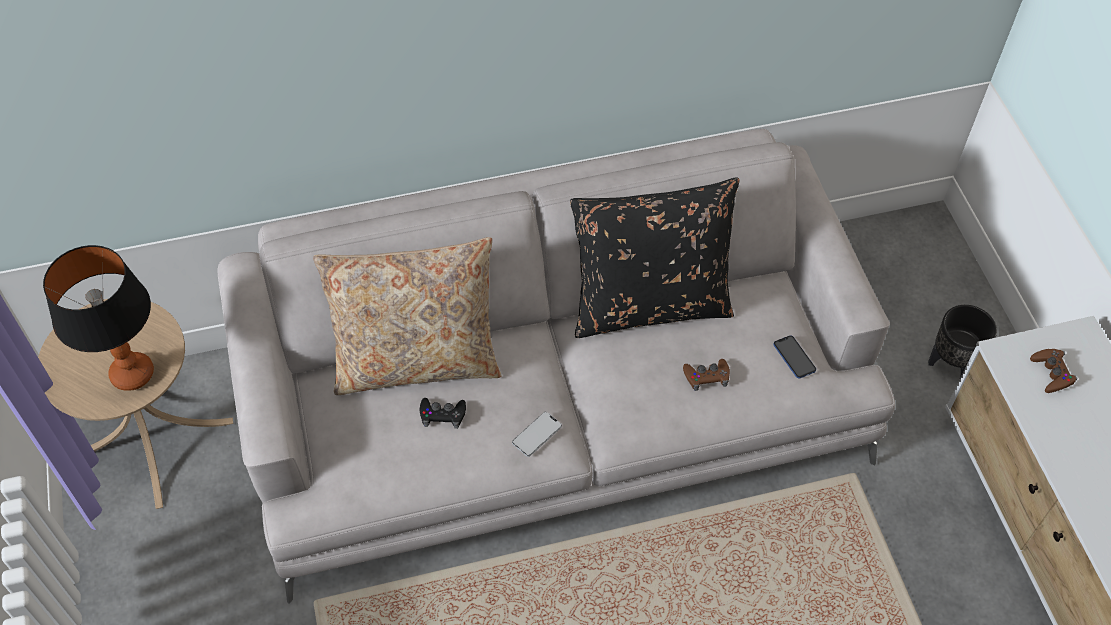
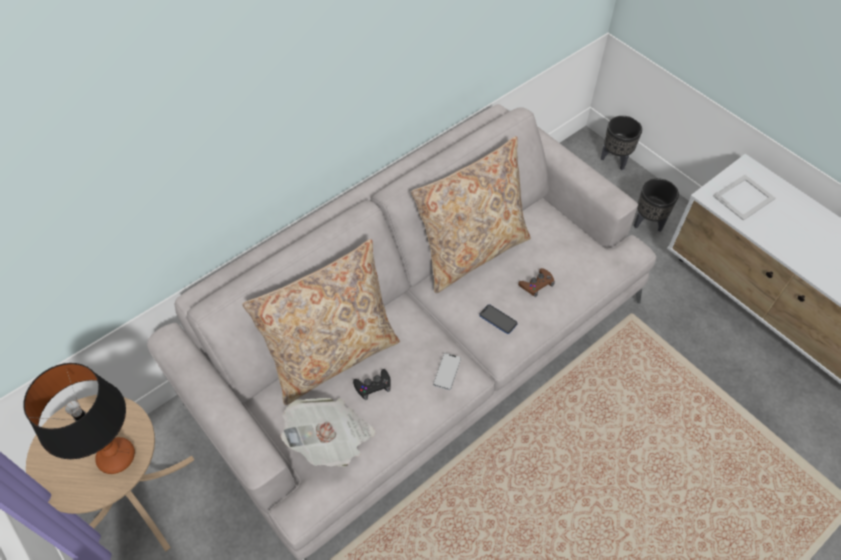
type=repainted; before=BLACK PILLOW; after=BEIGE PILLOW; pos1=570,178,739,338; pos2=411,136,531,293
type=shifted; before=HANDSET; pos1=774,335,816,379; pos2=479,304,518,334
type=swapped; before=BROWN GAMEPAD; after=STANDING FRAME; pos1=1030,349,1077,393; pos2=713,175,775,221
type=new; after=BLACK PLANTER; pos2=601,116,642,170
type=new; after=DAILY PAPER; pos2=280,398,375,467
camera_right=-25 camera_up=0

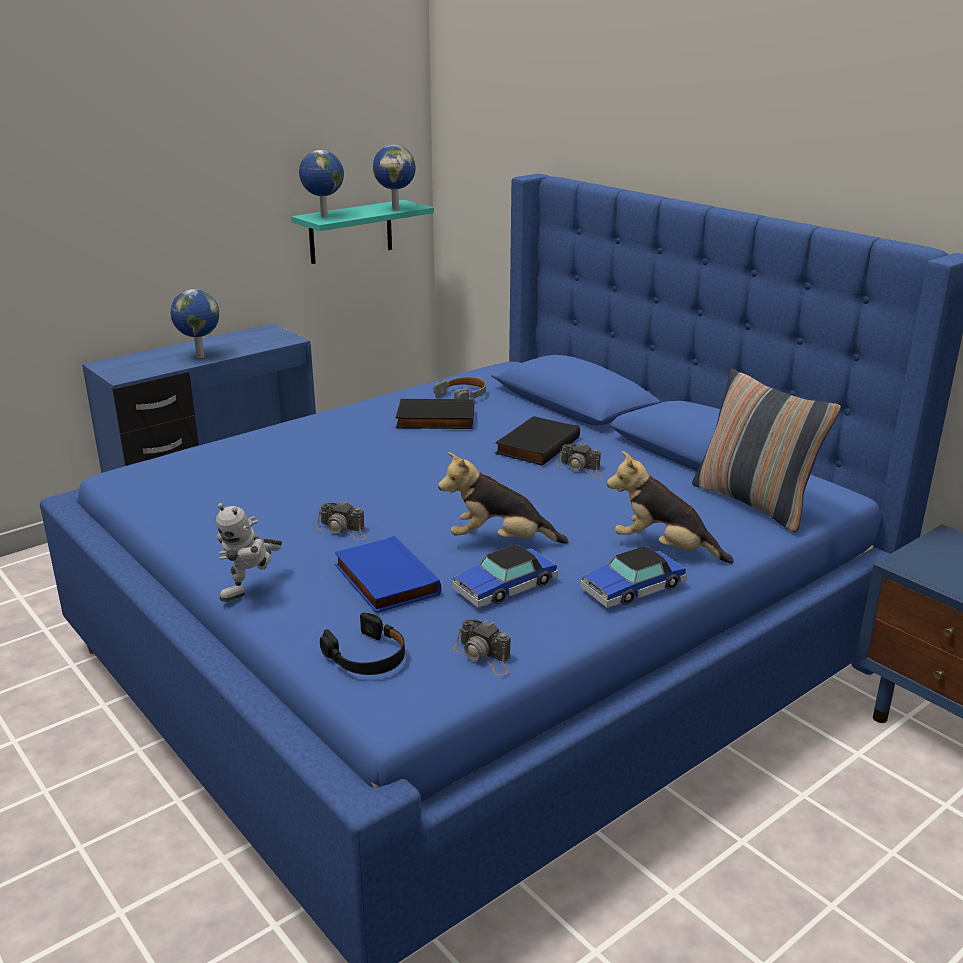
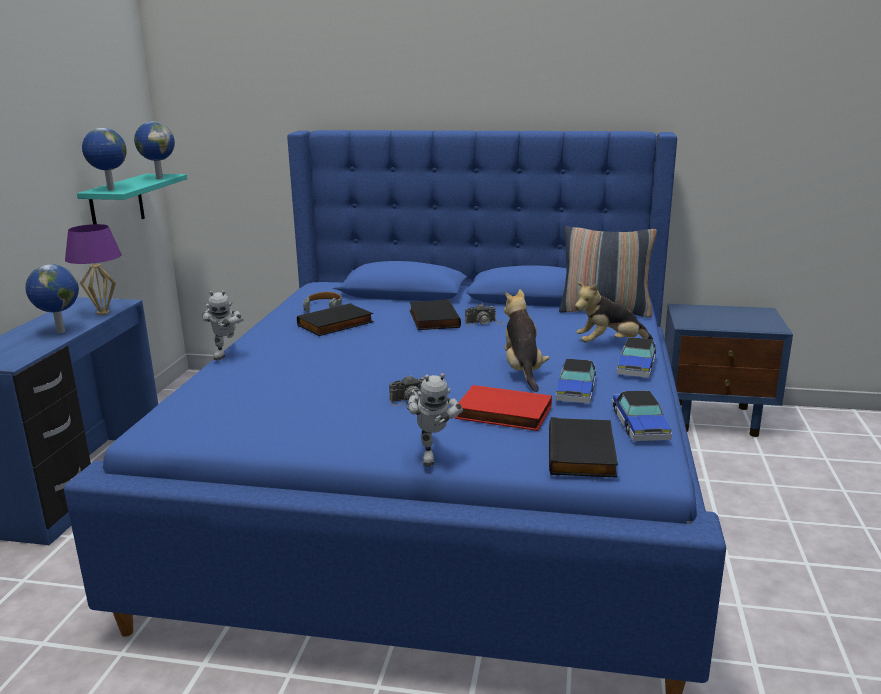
type=rotated; before=CUDDLY TOY; pos1=438,452,568,544; pos2=504,289,549,392; turn=120
type=repainted; before=BLUE-COLOURED BOUND BOOK; after=REDDISH BOUND BOOK; pos1=335,536,441,613; pos2=455,385,552,431
type=swapped; before=BLACK PAIR OF HEADPHONES; after=BLACK BOUND BOOK; pos1=320,613,405,675; pos2=549,417,618,478
type=swapped; before=STILL CAMERA; after=MODEL CAR; pos1=453,619,511,676; pos2=612,391,672,441
type=new; after=PURPLE-COLOURED TABLE LAMP; pos2=65,224,122,315
type=new; after=MODEL ROBOT; pos2=202,290,243,360
camera_right=-40 camera_up=-5

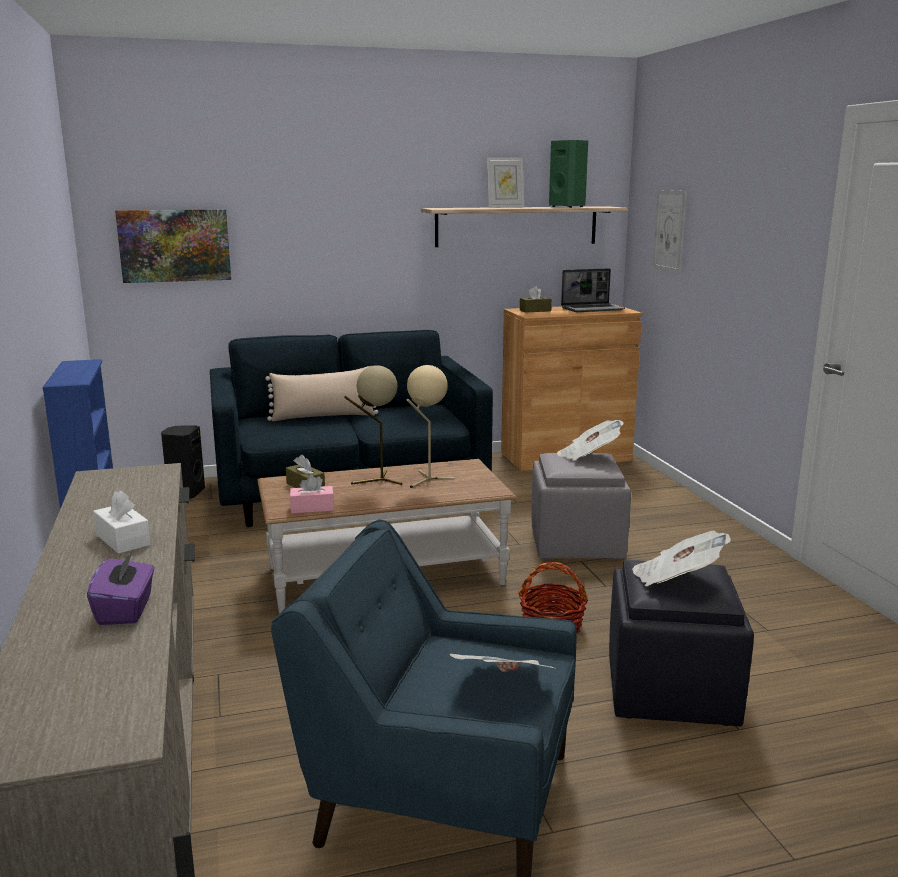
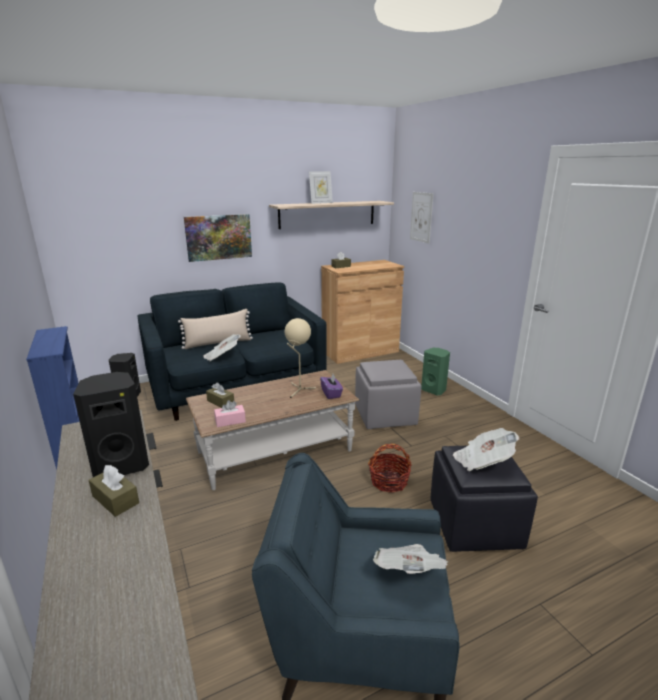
type=shifted; before=GREEN-COLOURED AUDIO SPEAKER; pos1=549,140,588,208; pos2=421,348,450,395
type=shifted; before=WALL PICTURE; pos1=115,209,231,283; pos2=184,214,252,262
type=gone; before=PORTABLE COMPUTER; pos1=561,268,625,312
type=gone; before=BEIGE TABLE LAMP; pos1=344,365,402,485
type=shifted; before=DAILY PAPER; pos1=557,420,624,460; pos2=203,334,241,361
type=repainted; before=WHITE BOX OF TISSUES; after=BROWN BOX OF TISSUES; pos1=93,490,151,554; pos2=89,465,139,517
type=shifted; before=PURPLE-COLOURED BOX OF TISSUES; pos1=87,550,155,625; pos2=320,374,343,399
type=new; after=BLACK AUDIO SPEAKER; pos2=73,372,149,477
camera_right=-10 camera_up=5

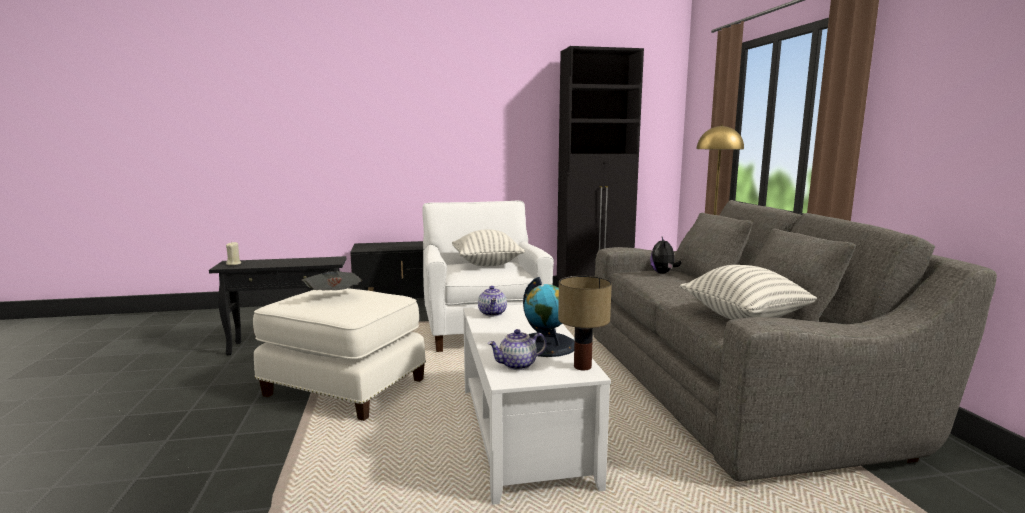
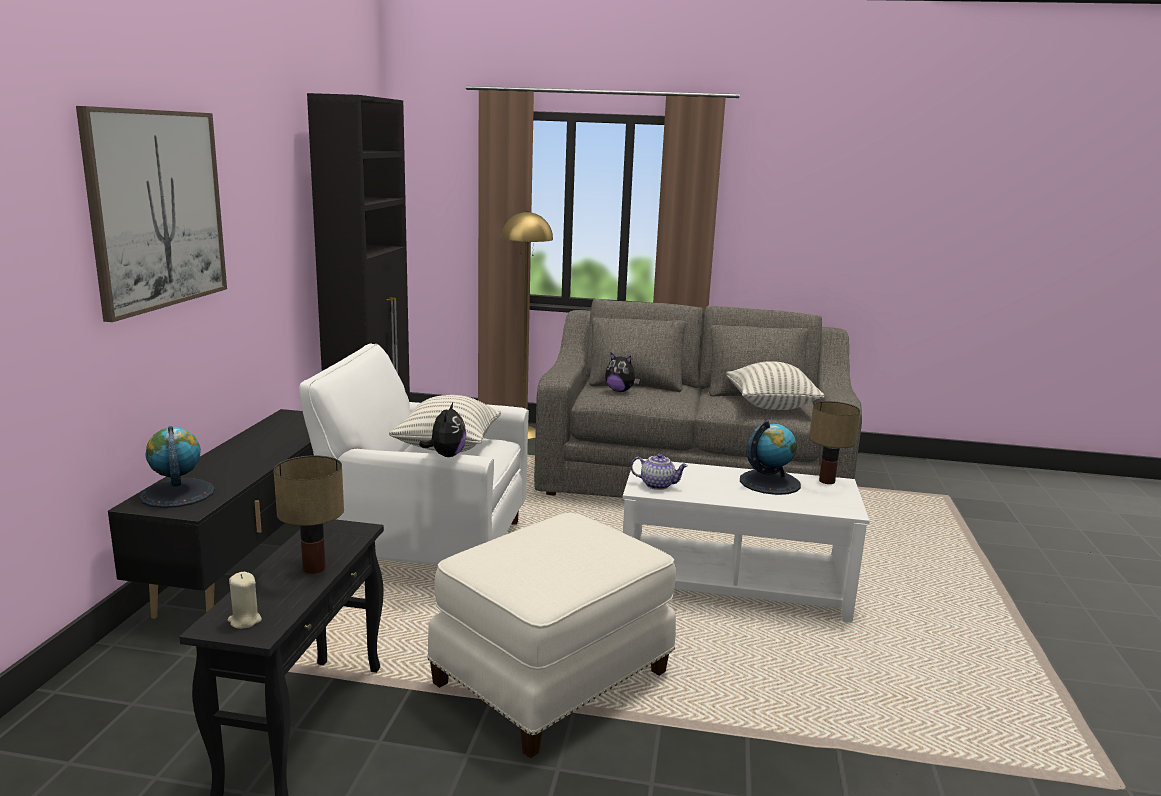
type=gone; before=DAILY PAPER; pos1=302,271,363,290
type=gone; before=TEAPOT; pos1=488,329,547,370
type=new; after=WALL PICTURE; pos2=76,106,227,322
type=new; after=CUDDLY TOY; pos2=419,403,466,457
type=new; after=WORLD GLOBE; pos2=139,426,215,508
type=new; after=TABLE LAMP; pos2=274,455,344,574
camera_right=-70 camera_up=5

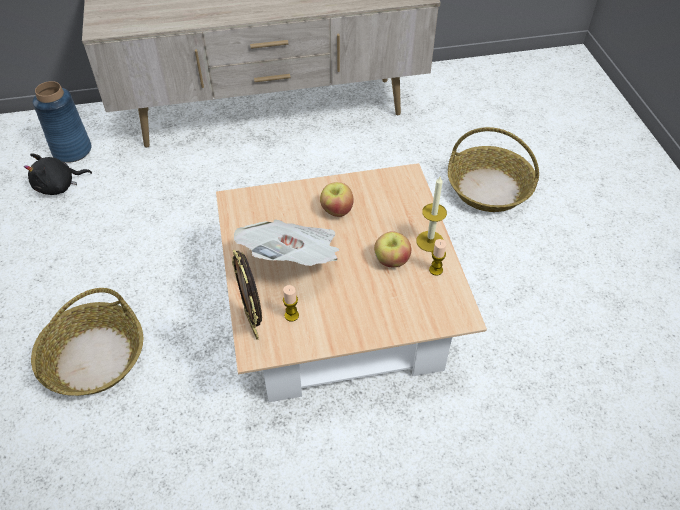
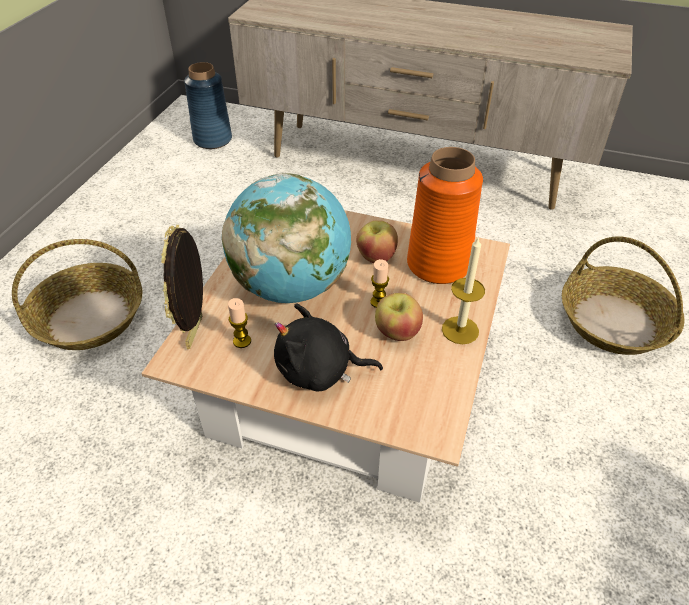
type=shifted; before=BLACK CUDDLY TOY; pos1=24,153,92,195; pos2=274,304,383,391
type=swapped; before=DAILY PAPER; after=WORLD GLOBE; pos1=234,219,339,266; pos2=222,173,351,303
type=shifted; before=WAX LIGHT; pos1=429,239,446,276; pos2=371,259,389,308
type=new; after=ORANGE-COLOURED FLOWER VASE; pos2=407,147,483,284
camera_right=30 camera_up=-5

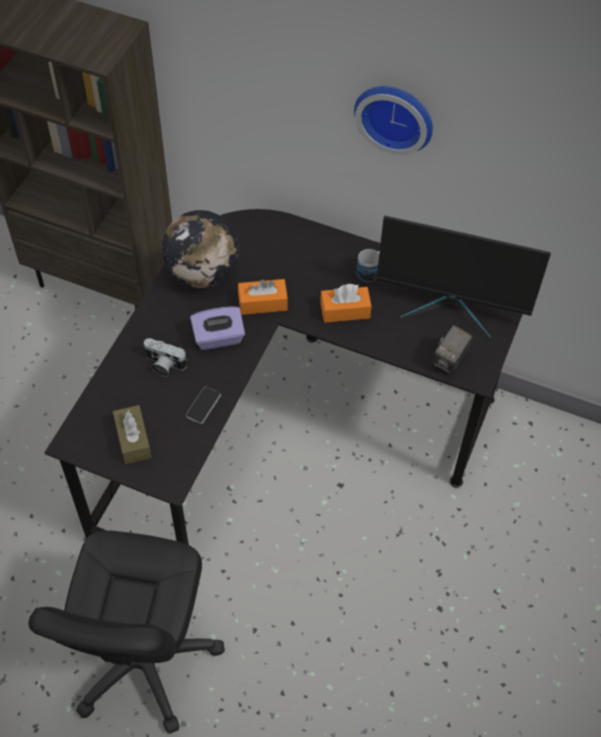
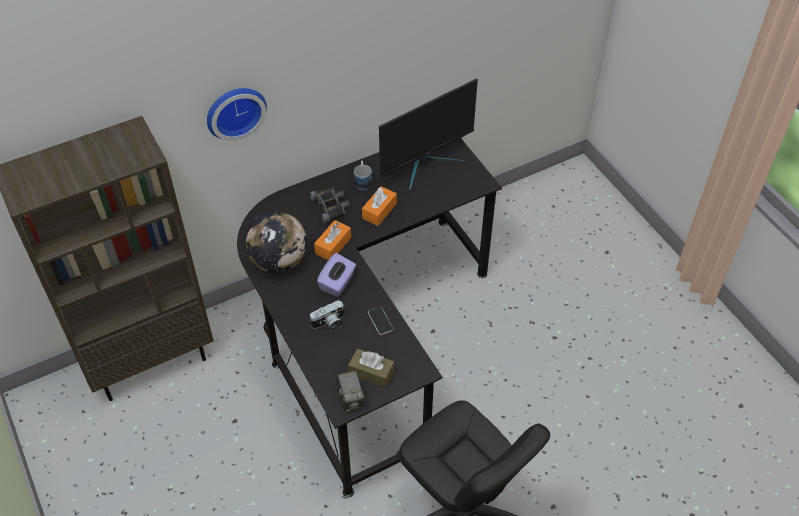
type=shifted; before=HANGING CLOCK; pos1=354,86,433,155; pos2=207,88,267,141
type=shifted; before=STILL CAMERA; pos1=433,325,472,374; pos2=335,371,364,412
type=new; after=BLACK BINOCULARS; pos2=309,187,350,224
camera_right=-50 camera_up=-5

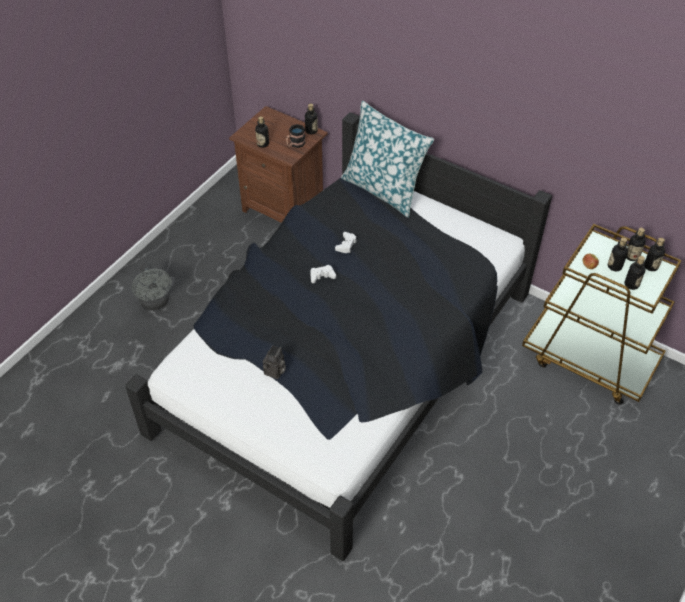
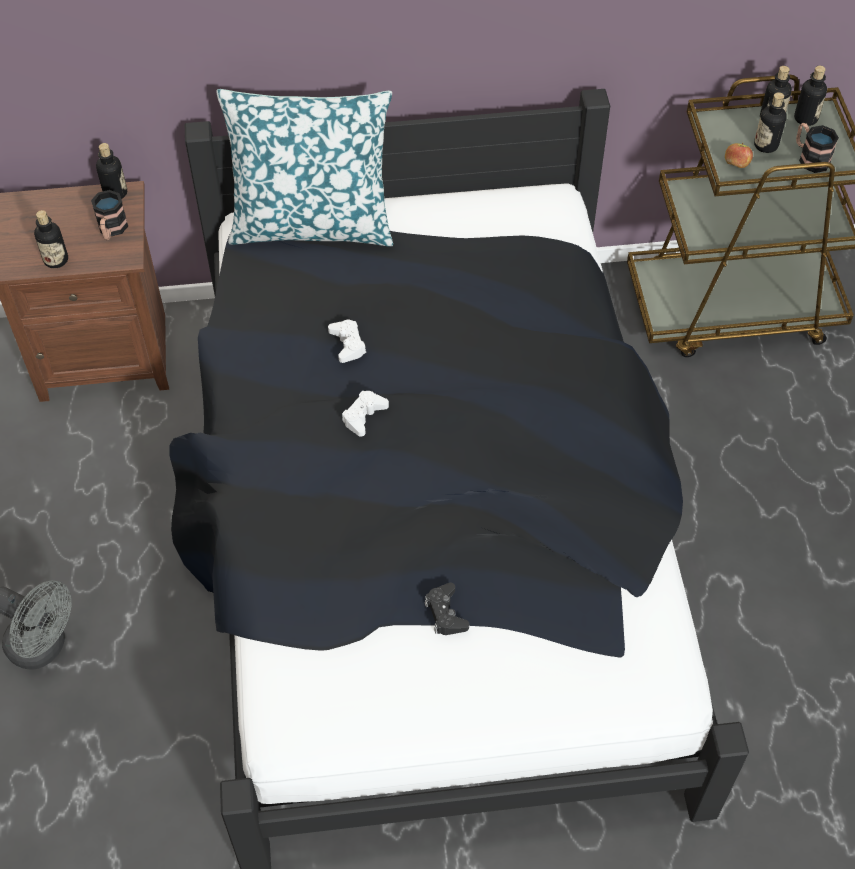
type=swapped; before=DRINK BOTTLE; after=TEA MUG; pos1=624,256,646,290; pos2=796,123,839,173
type=swapped; before=STILL CAMERA; after=BLACK GAMEPAD; pos1=263,345,286,379; pos2=425,583,469,635
camera_right=-40 camera_up=5

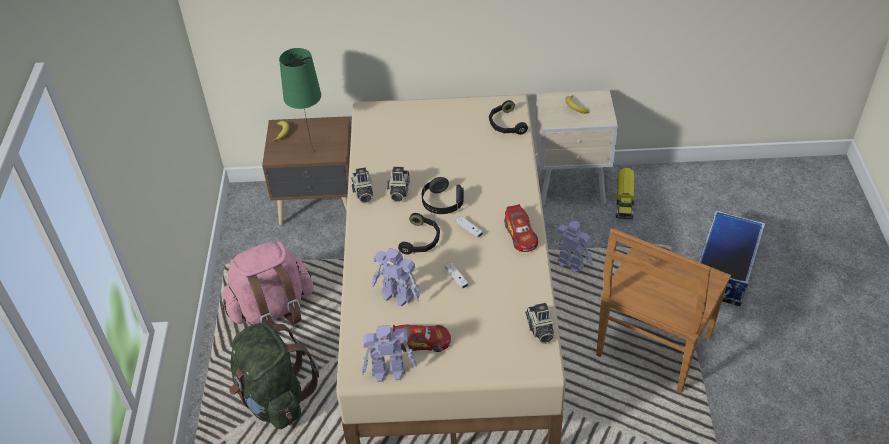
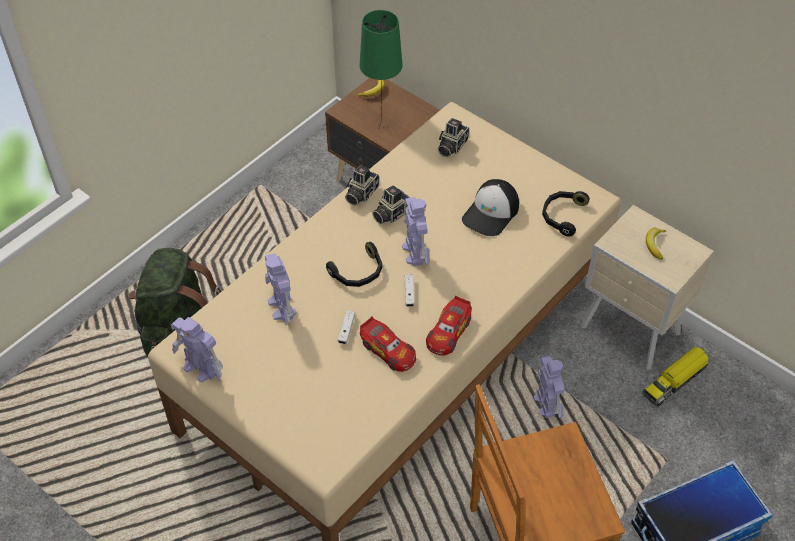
type=swapped; before=BLACK PAIR OF HEADPHONES; after=MODEL ROBOT; pos1=422,177,464,214; pos2=402,197,430,266
type=gone; before=PINKISH KNAPSACK; pos1=221,241,314,326
type=shifted; before=STILL CAMERA; pos1=525,303,554,344; pos2=438,118,469,157
type=shifted; before=MODEL CAR; pos1=393,324,451,352; pos2=360,317,416,372
type=new; after=BASEBALL CAP; pos2=462,179,519,236
camera_right=40 camera_up=5

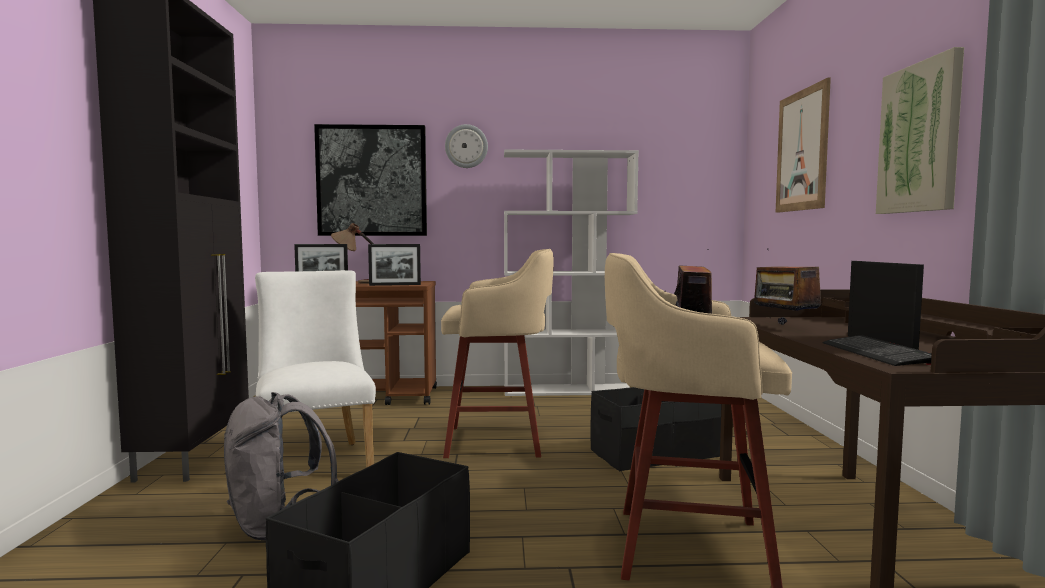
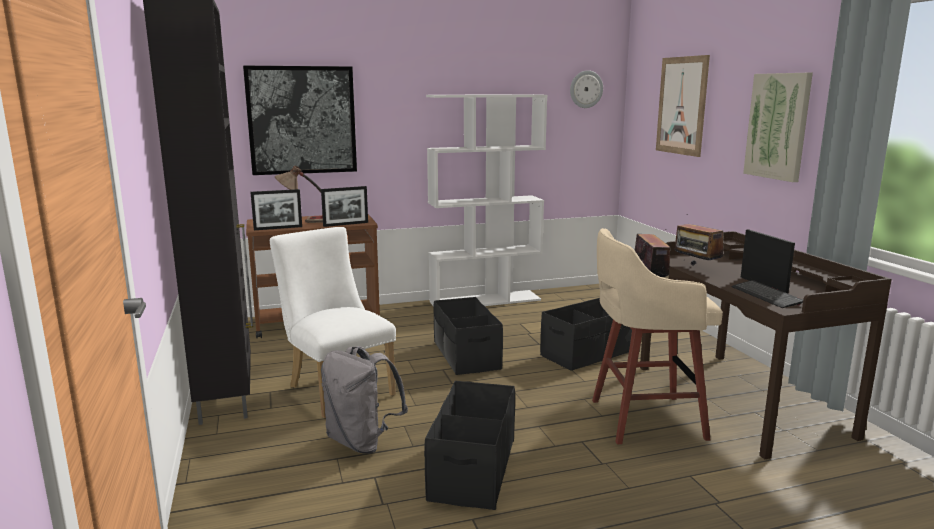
type=shifted; before=HANGING CLOCK; pos1=445,124,488,168; pos2=570,70,603,108
type=swapped; before=BEIGE STOOL; after=BLACK STORAGE CONTAINER; pos1=441,249,554,458; pos2=433,297,503,375
camera_right=-15 camera_up=10

